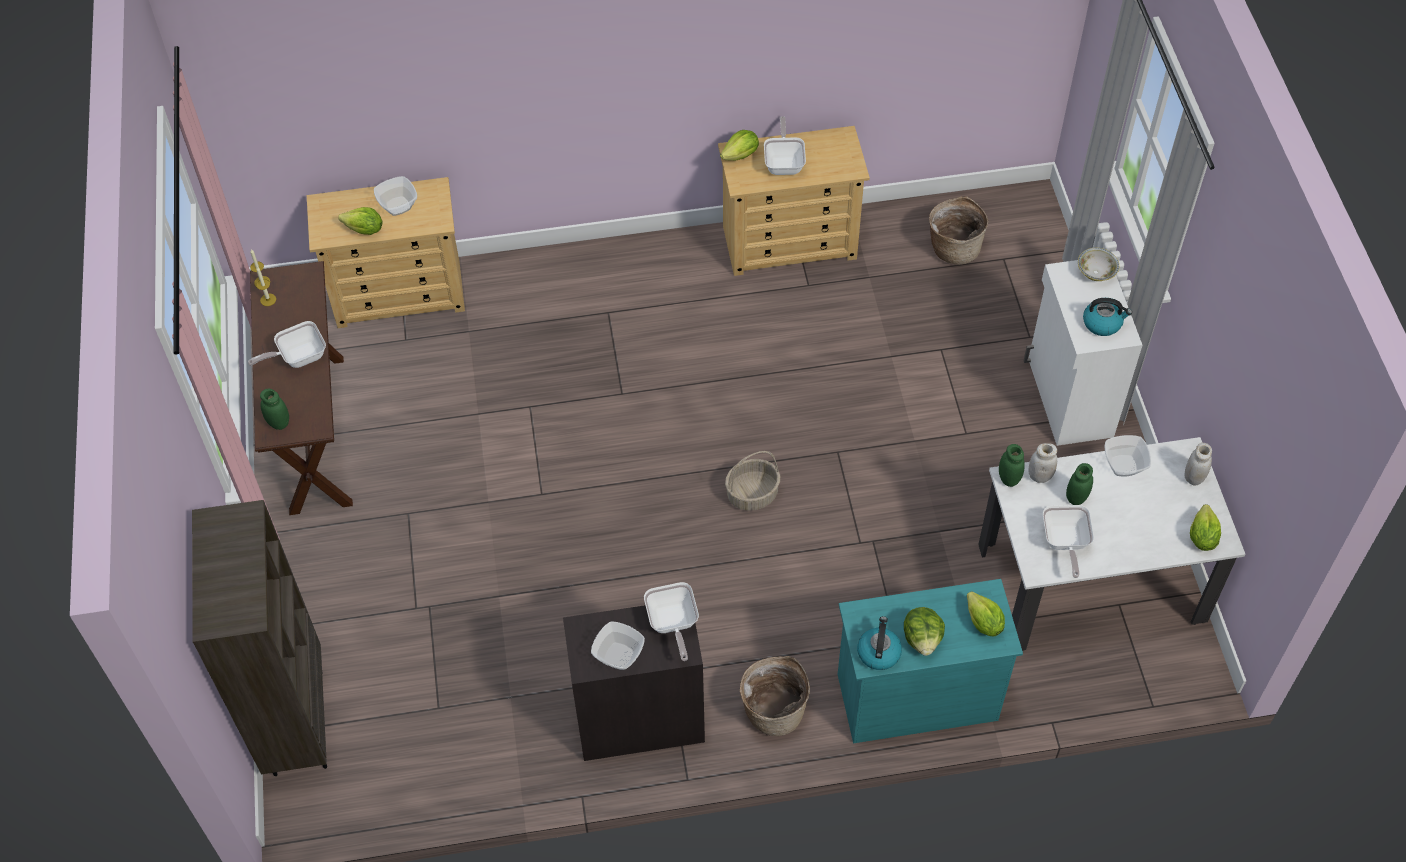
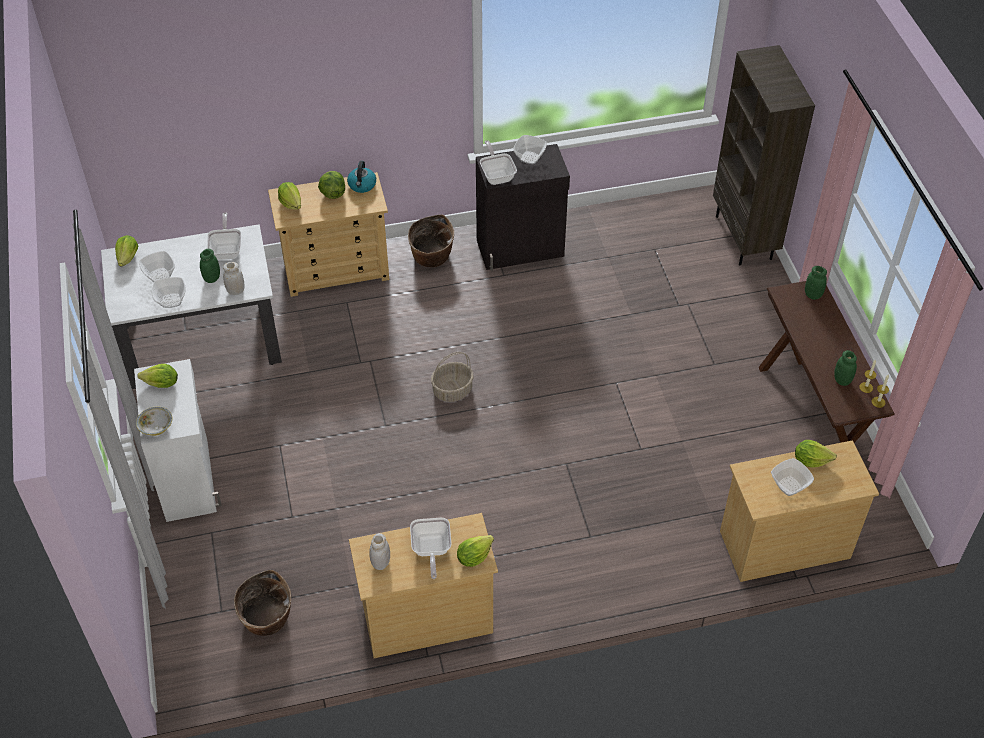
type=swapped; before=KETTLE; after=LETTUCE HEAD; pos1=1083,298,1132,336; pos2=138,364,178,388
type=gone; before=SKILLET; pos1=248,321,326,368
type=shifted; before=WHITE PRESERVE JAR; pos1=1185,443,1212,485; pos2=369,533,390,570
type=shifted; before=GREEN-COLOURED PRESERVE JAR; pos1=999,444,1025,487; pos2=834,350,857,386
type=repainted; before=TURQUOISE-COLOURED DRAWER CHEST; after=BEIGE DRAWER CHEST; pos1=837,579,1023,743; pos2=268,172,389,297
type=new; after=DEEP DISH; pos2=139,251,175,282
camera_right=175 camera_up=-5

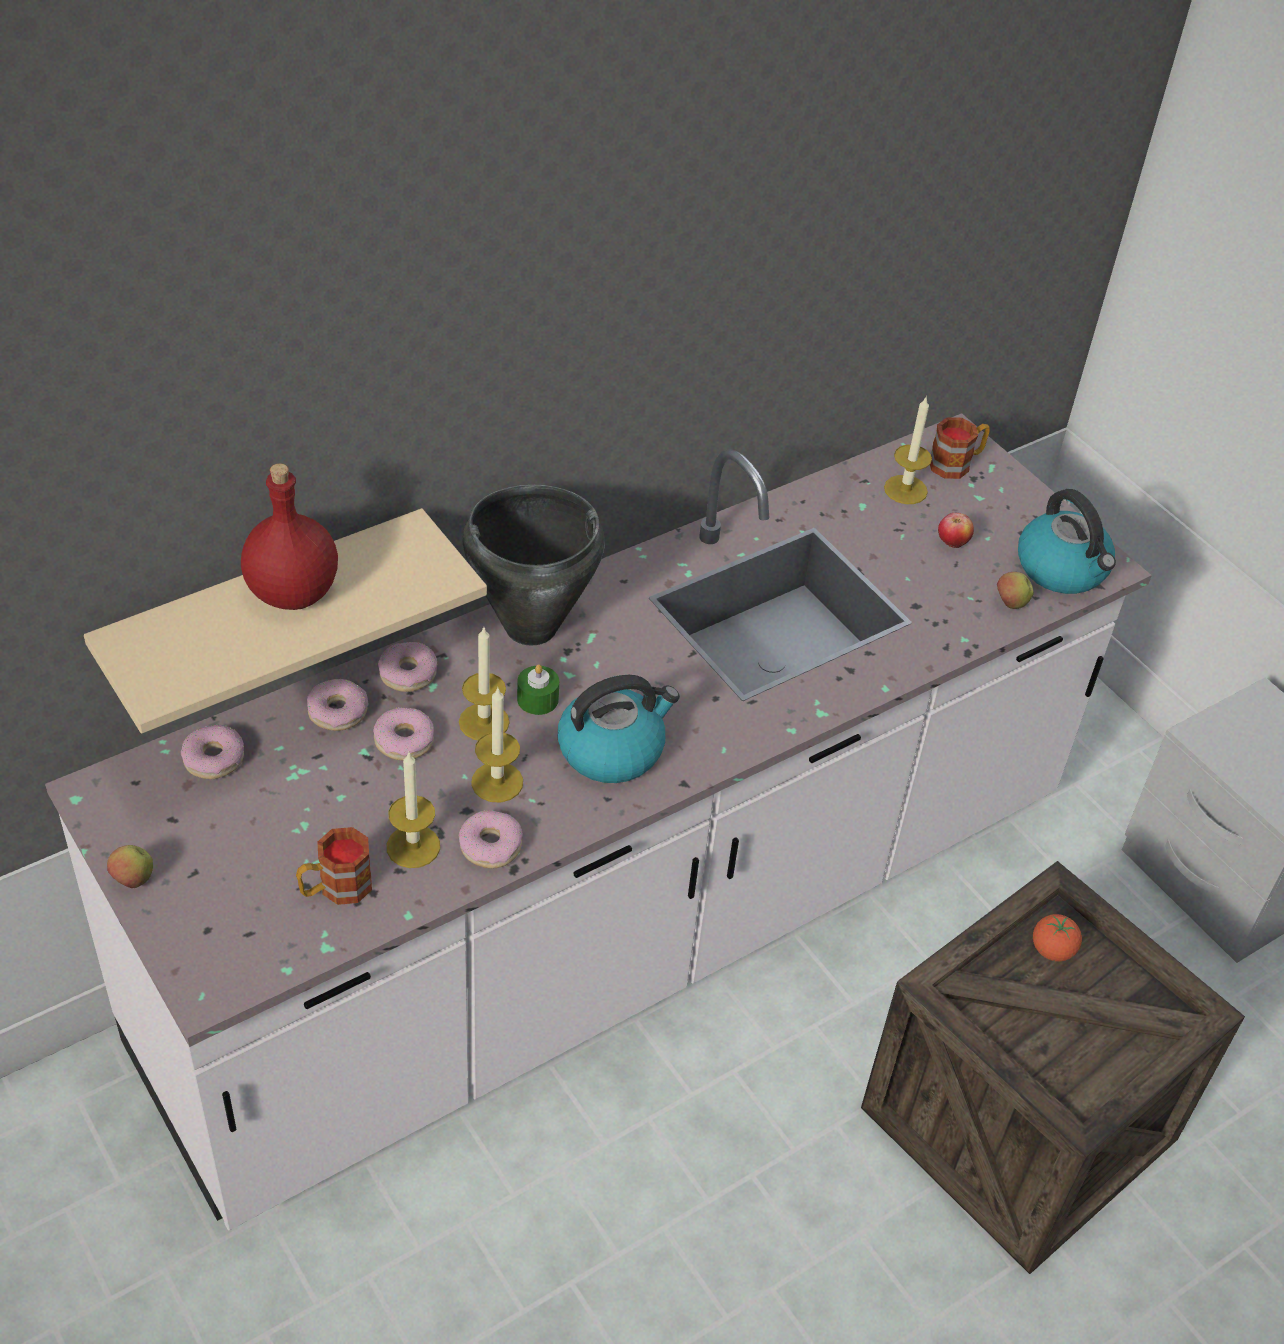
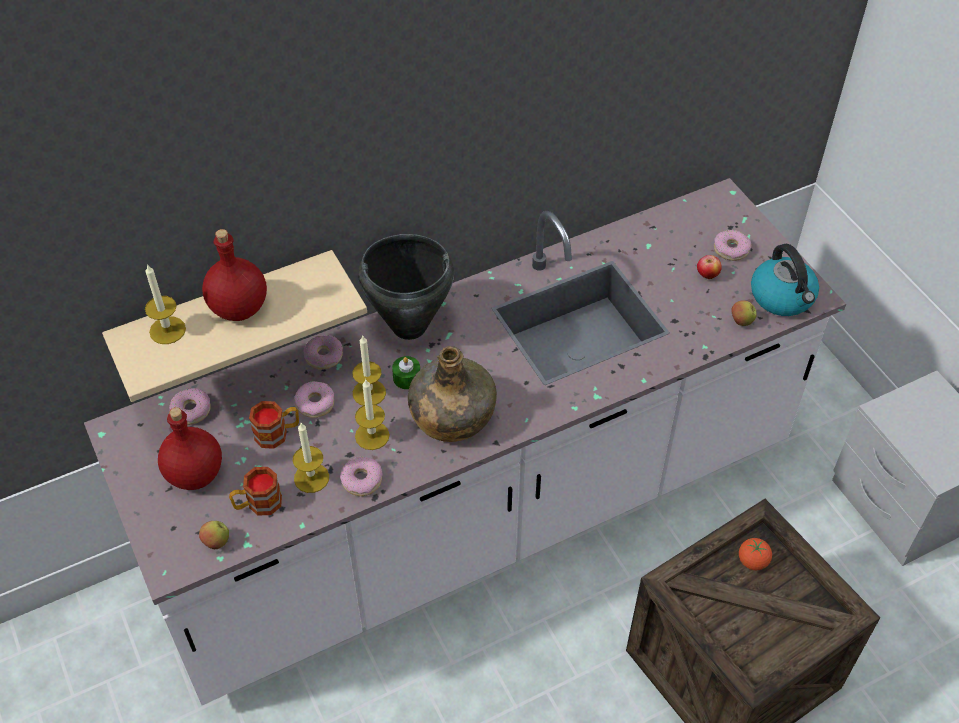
type=shifted; before=WAX LIGHT; pos1=884,396,932,504; pos2=145,264,186,344
type=shifted; before=TEA MUG; pos1=930,417,990,479; pos2=249,401,299,449
type=swapped; before=KETTLE; after=GREEN-COLOURED DRINK BOTTLE; pos1=558,675,680,783; pos2=408,346,497,442
type=shifted; before=DOUGHNUT; pos1=307,679,369,731; pos2=714,230,751,261
type=shifted; before=WHOLE APPLE; pos1=107,845,153,888; pos2=199,521,229,549
type=new; after=REDDISH DRINK BOTTLE; pos2=158,407,222,490
camera_right=10 camera_up=5

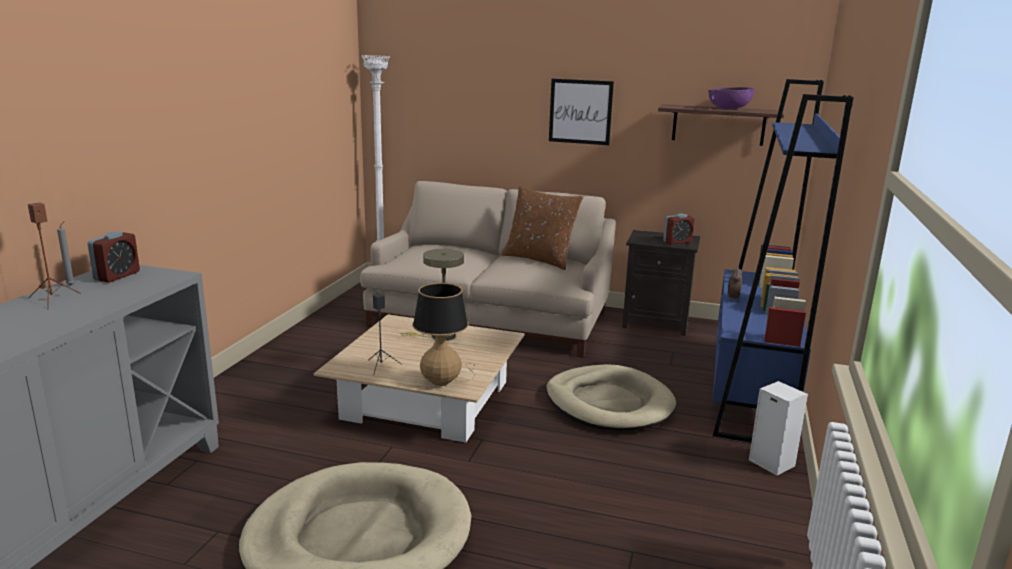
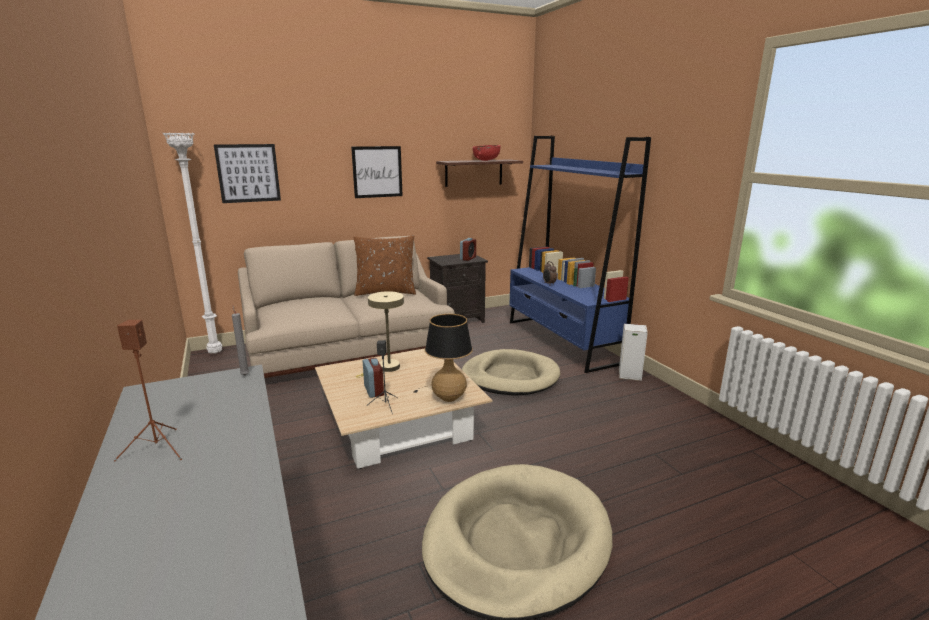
type=repainted; before=PURPLE-COLOURED DEEP DISH; after=REDDISH DEEP DISH; pos1=709,87,755,110; pos2=473,145,500,161
type=shifted; before=GRAY WAX LIGHT; pos1=57,221,75,286; pos2=232,306,249,376
type=shifted; before=BEDSIDE CLOCK; pos1=87,232,140,283; pos2=363,358,384,398
type=new; after=WALL PICTURE; pos2=214,144,281,203
camera_right=-40 camera_up=0

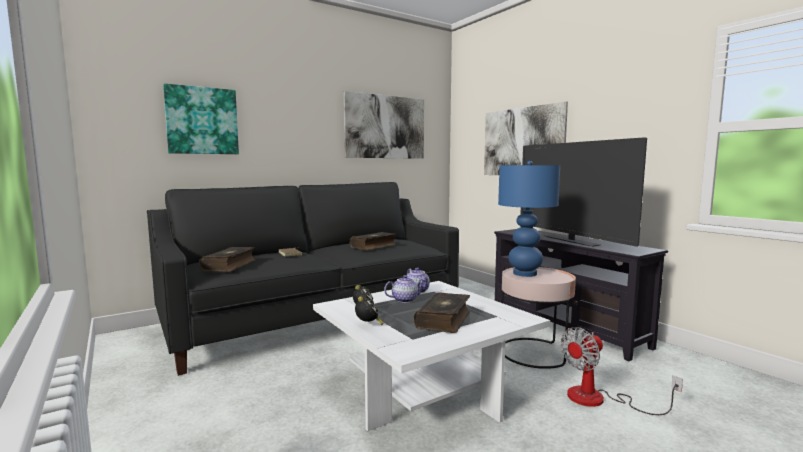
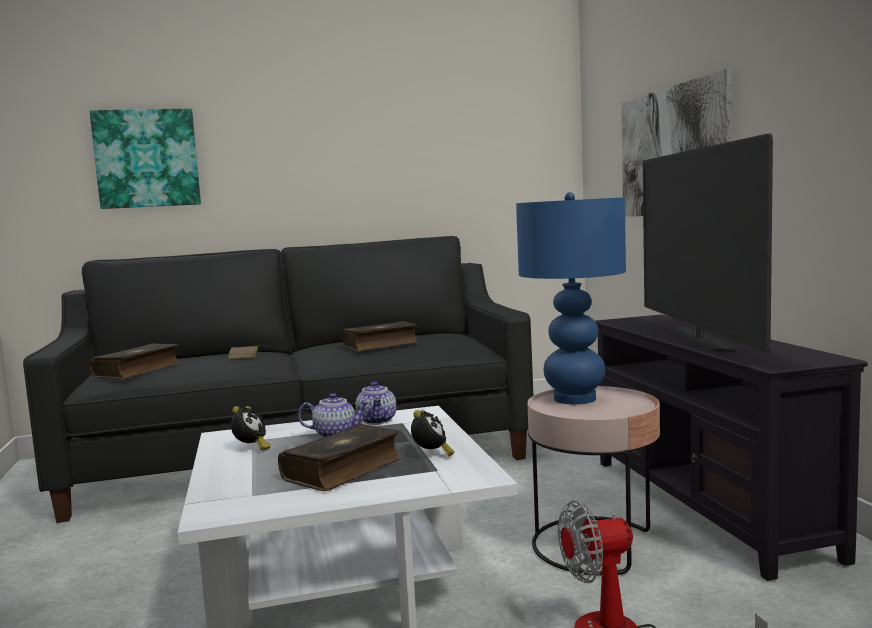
type=gone; before=WALL PICTURE; pos1=344,91,424,159
type=shifted; before=BEDSIDE CLOCK; pos1=355,296,384,325; pos2=411,410,454,456
camera_right=20 camera_up=0

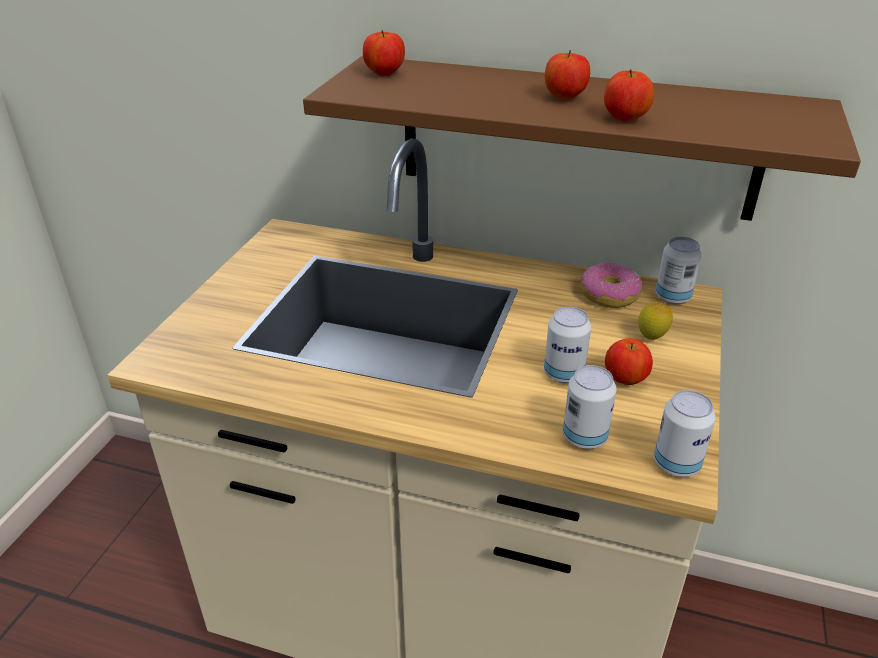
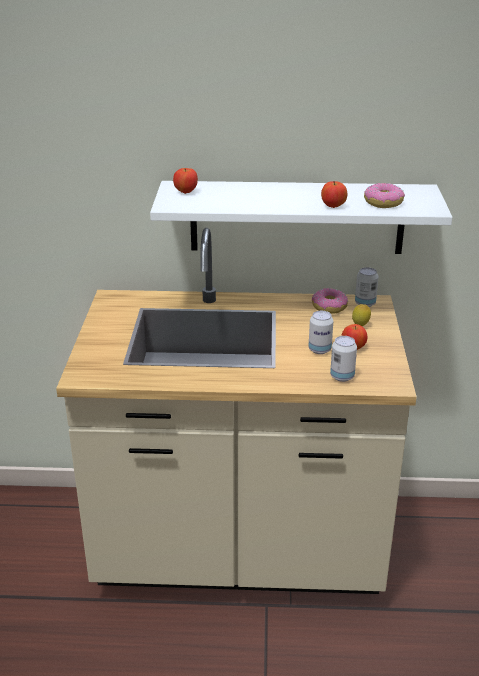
type=gone; before=WHOLE APPLE; pos1=545,50,590,100
type=repainted; before=BROWN SHELF; after=WHITE SHELF; pos1=303,56,861,221; pos2=150,181,453,254
type=gone; before=METAL CAN; pos1=654,390,716,477
type=new; after=DOUGHNUT; pos2=364,183,405,208
camera_right=-15 camera_up=-5

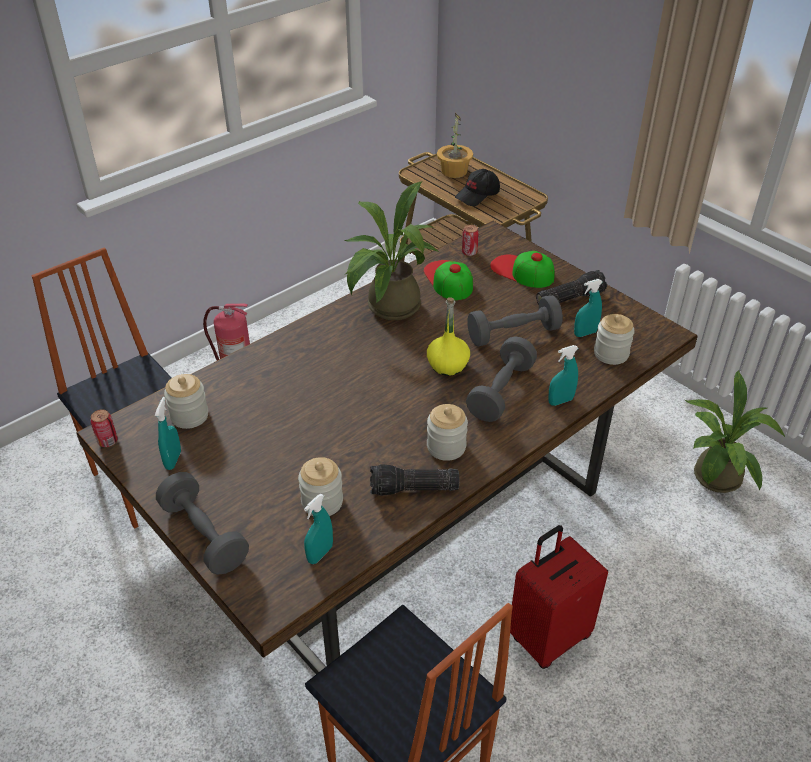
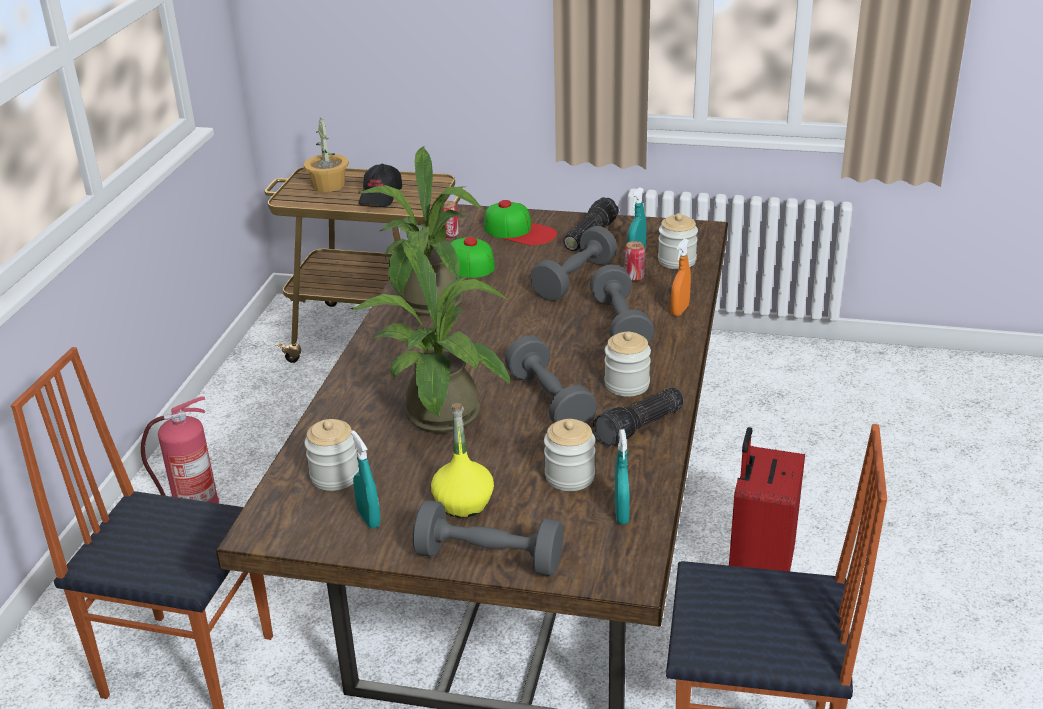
type=rotated; before=BASEBALL CAP; pos1=490,251,554,288; pos2=484,200,557,246; turn=-150
type=shifted; before=YELLOWISH DRINK BOTTLE; pos1=427,297,470,376; pos2=431,403,494,518
type=repainted; before=TURQUOISE-COLOURED SPRAYER; after=ORANGE-COLOURED SPRAYER; pos1=548,345,578,406; pos2=671,239,691,316
type=shifted; before=POTTED PLANT; pos1=685,371,785,493; pos2=350,241,510,433
type=shifted; before=METAL CAN; pos1=90,409,118,447; pos2=624,241,645,281
type=new; after=GRAY HAND WEIGHT; pos2=505,335,597,424
camera_right=-35 camera_up=-10

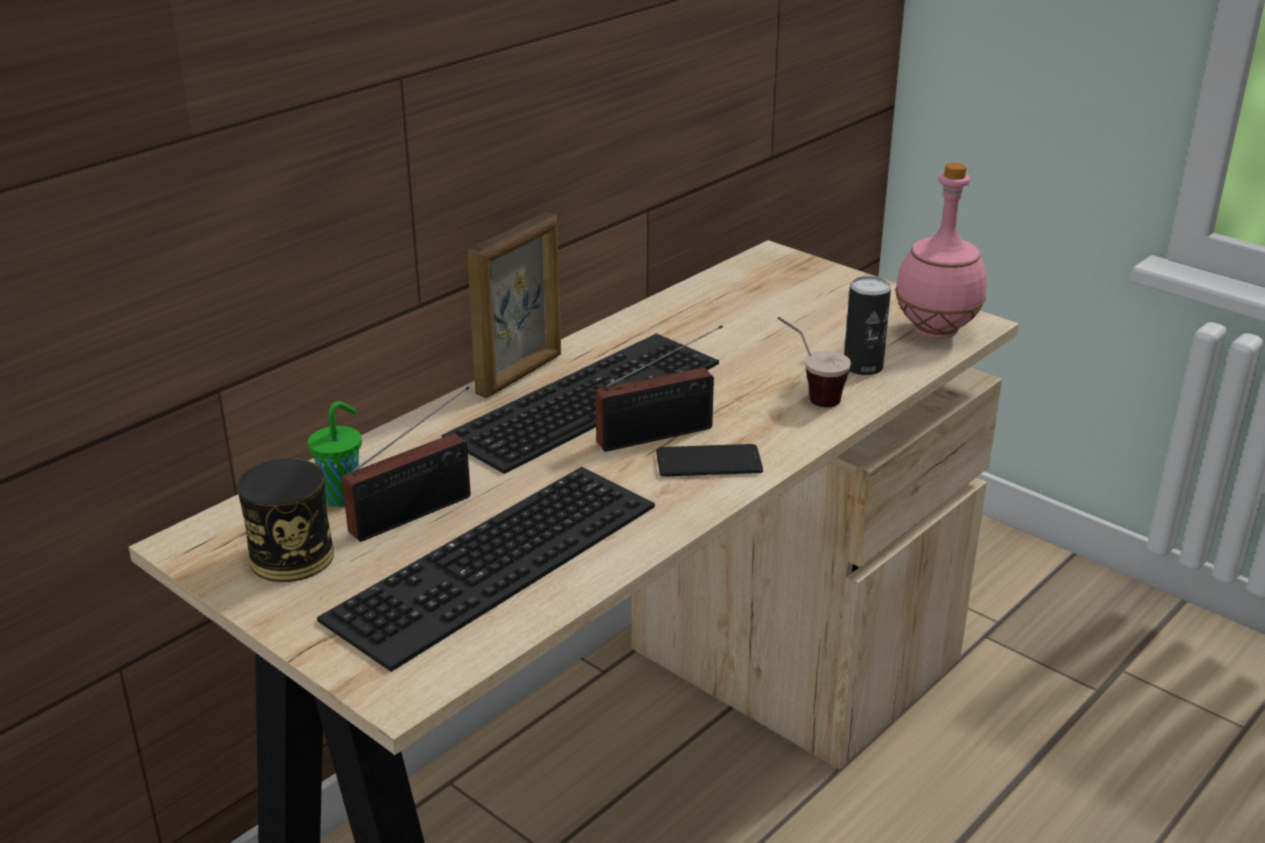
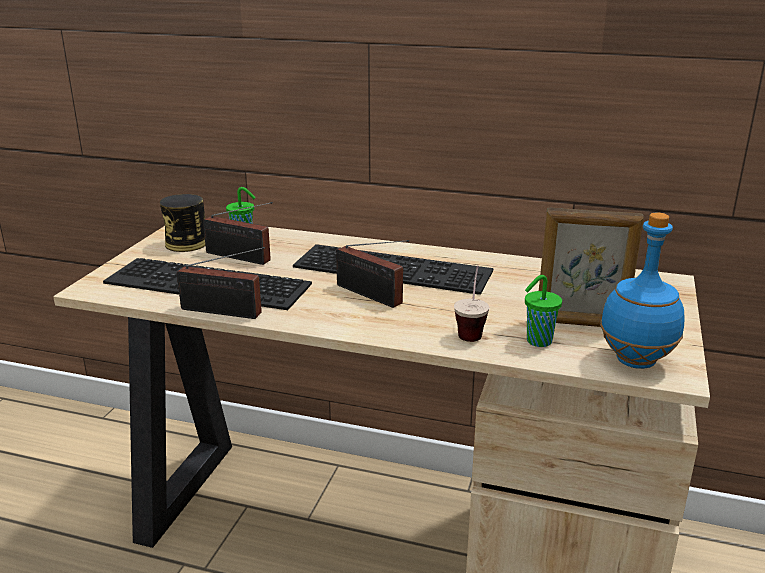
type=repainted; before=PINKISH DRINK BOTTLE; after=BLUE-COLOURED DRINK BOTTLE; pos1=896,163,987,339; pos2=600,212,684,369
type=shifted; before=STANDING FRAME; pos1=467,212,561,398; pos2=539,207,644,327
type=swapped; before=METAL CAN; after=GREEN-COLOURED SMALL CUP; pos1=844,276,891,375; pos2=525,275,562,347
type=gone; before=HANDSET; pos1=656,444,763,477
type=new; after=RADIO SET; pos2=177,247,265,319
camera_right=65 camera_up=-5

